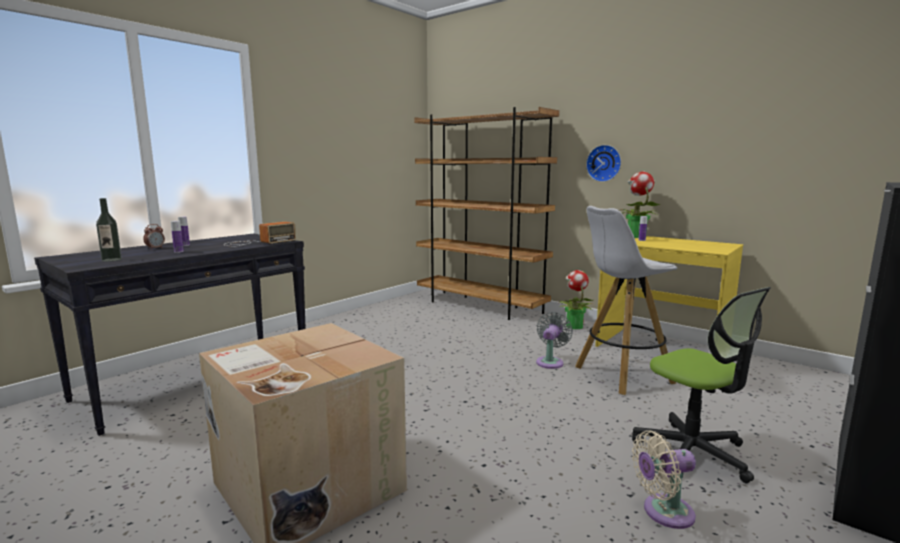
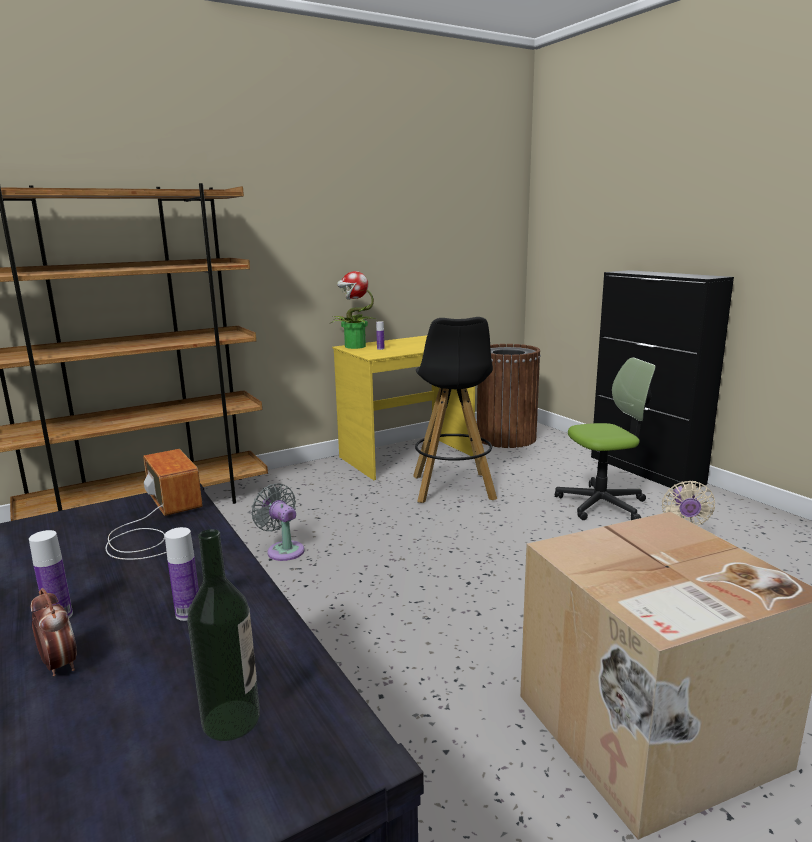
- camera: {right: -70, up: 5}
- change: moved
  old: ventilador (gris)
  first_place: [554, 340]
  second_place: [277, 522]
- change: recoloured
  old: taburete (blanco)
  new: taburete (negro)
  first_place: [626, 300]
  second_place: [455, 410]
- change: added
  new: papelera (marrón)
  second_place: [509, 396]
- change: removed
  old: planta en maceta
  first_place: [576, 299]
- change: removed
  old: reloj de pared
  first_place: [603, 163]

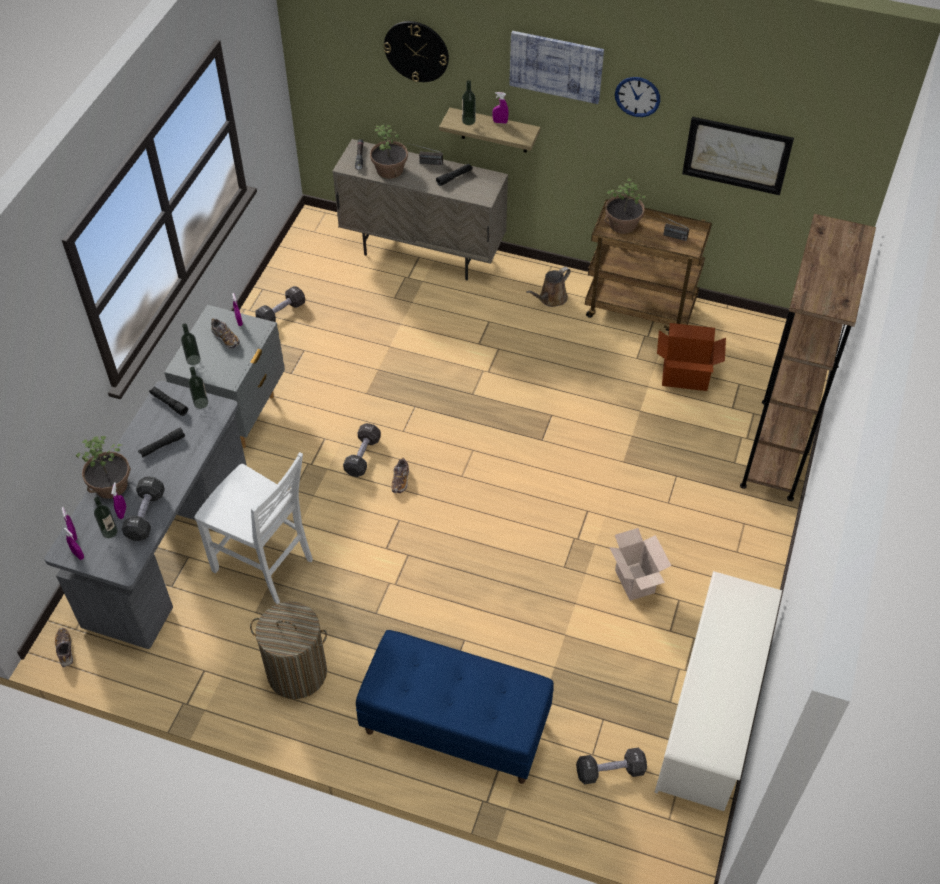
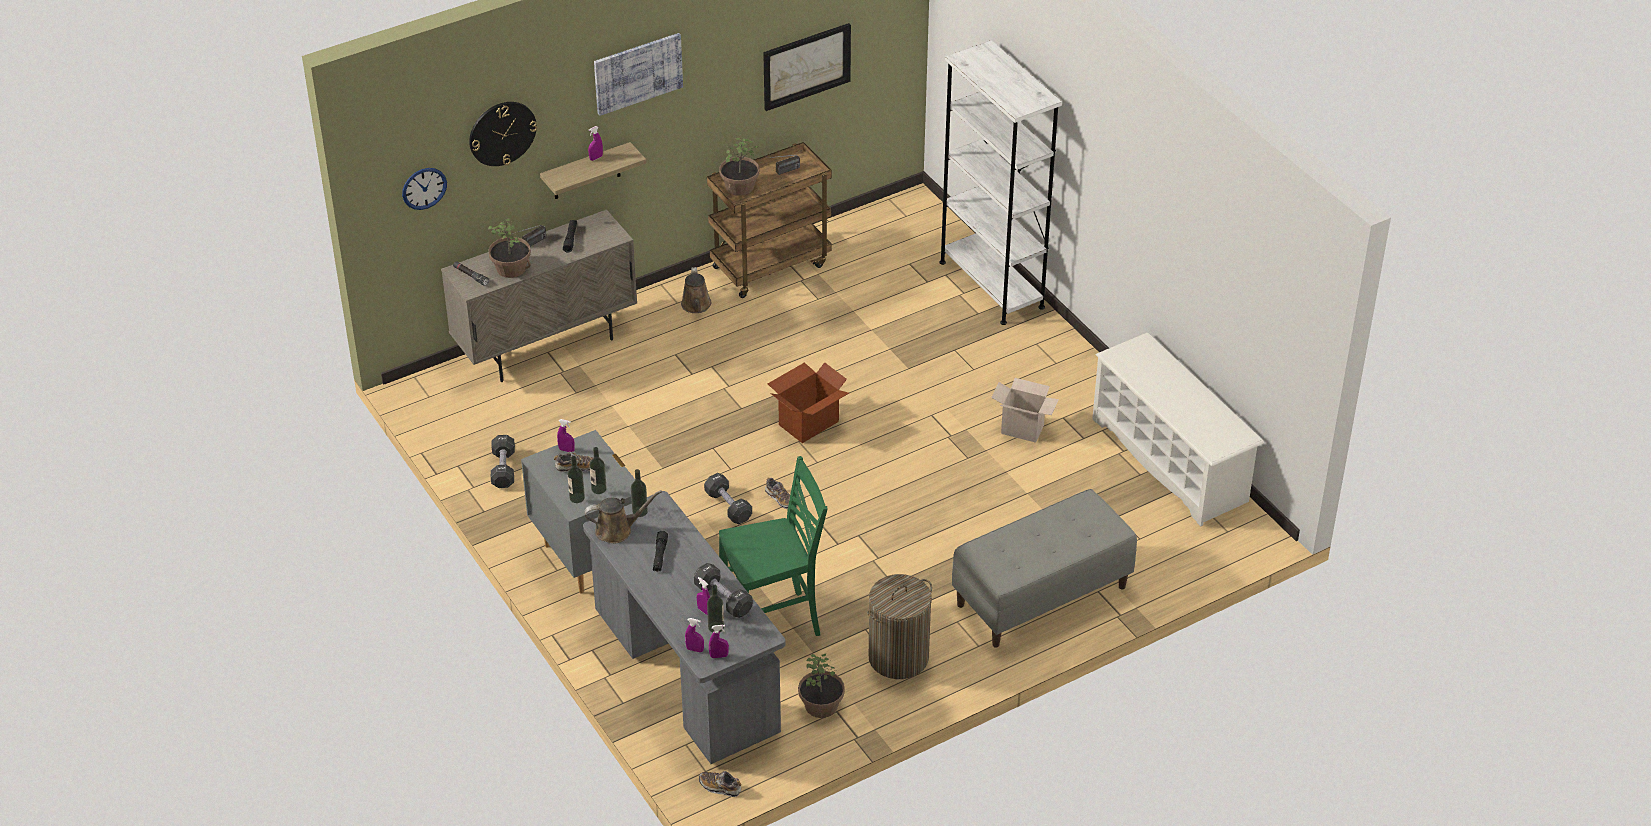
- camera: {right: -50, up: -10}
- change: moved
  old: reloj de pared
  first_place: [637, 97]
  second_place: [424, 189]
- change: replaced
  old: linterna (negro)
  new: regadera (marrón)
  first_place: [168, 401]
  second_place: [623, 516]
- change: moved
  old: botella
  first_place: [468, 102]
  second_place: [598, 470]
- change: recoloured
  old: silla (blanco)
  new: silla (verde)
  first_place: [253, 528]
  second_place: [773, 546]
- change: moved
  old: caja de cartón
  first_place: [691, 357]
  second_place: [808, 402]
- change: moved
  old: planta en maceta
  first_place: [103, 467]
  second_place: [821, 686]
- change: recoloured
  old: estantería (marrón)
  new: estantería (blanco)
  first_place: [808, 357]
  second_place: [1000, 182]
- change: recoloured
  old: banco (azul)
  new: banco (gris)
  first_place: [455, 707]
  second_place: [1044, 568]
- change: removed
  old: mancuerna (negro)
  first_place: [611, 766]

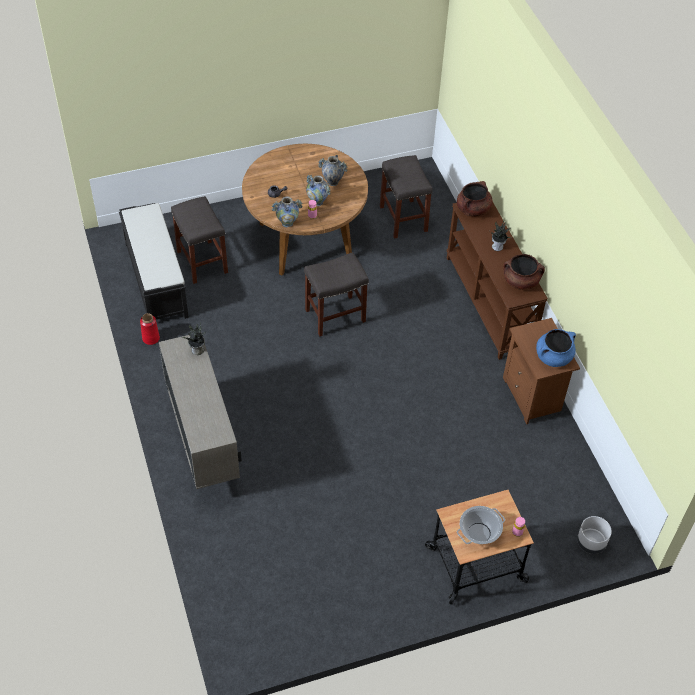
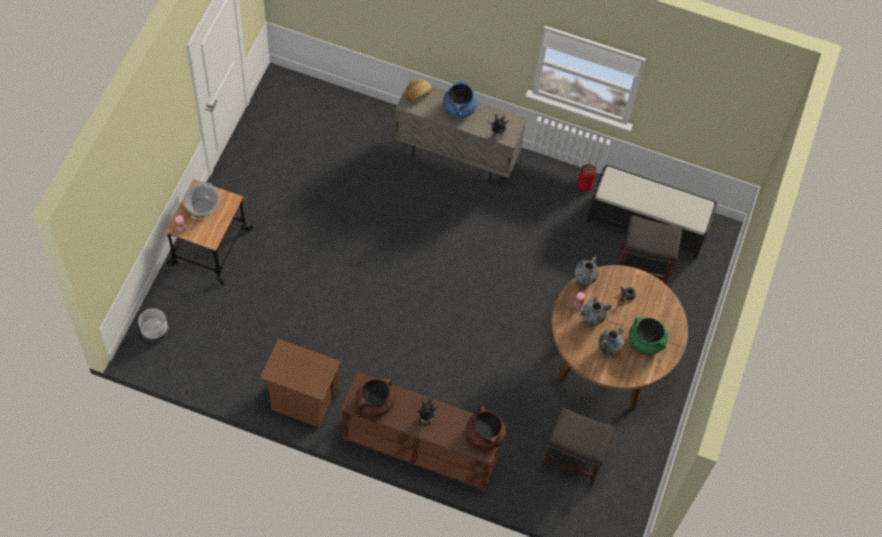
- camera: {right: 125, up: 10}
- change: added
  new: pan
  second_place: [419, 90]
- change: moved
  old: olla (azul)
  first_place: [556, 348]
  second_place: [460, 99]
- change: added
  new: olla (verde)
  second_place: [648, 336]
- change: removed
  old: taburete (gris)
  first_place: [336, 294]

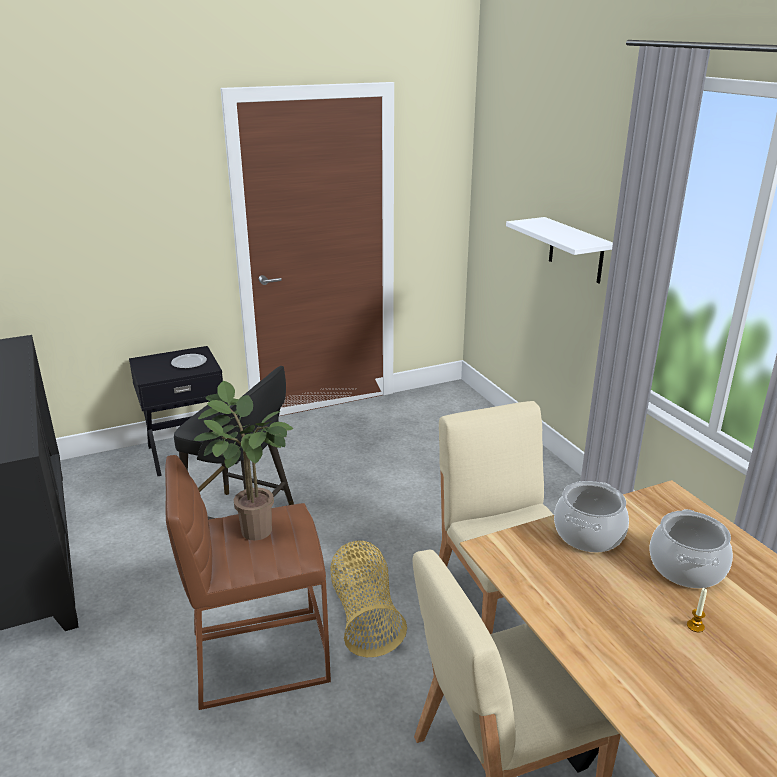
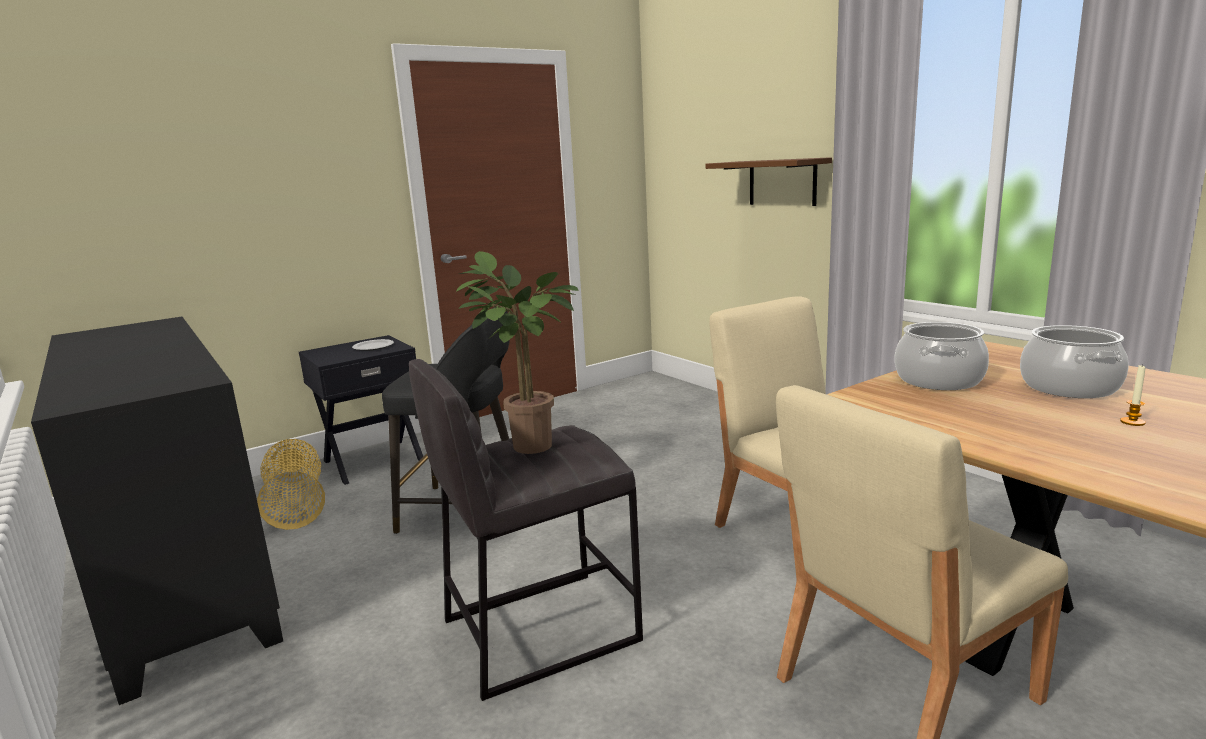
- camera: {right: -10, up: -10}
- change: moved
  old: cesta
  first_place: [368, 599]
  second_place: [291, 484]
- change: recoloured
  old: taburete (marrón)
  new: taburete (gris)
  first_place: [248, 582]
  second_place: [526, 530]
- change: recoloured
  old: estante (blanco)
  new: estante (marrón)
  first_place: [559, 250]
  second_place: [768, 181]

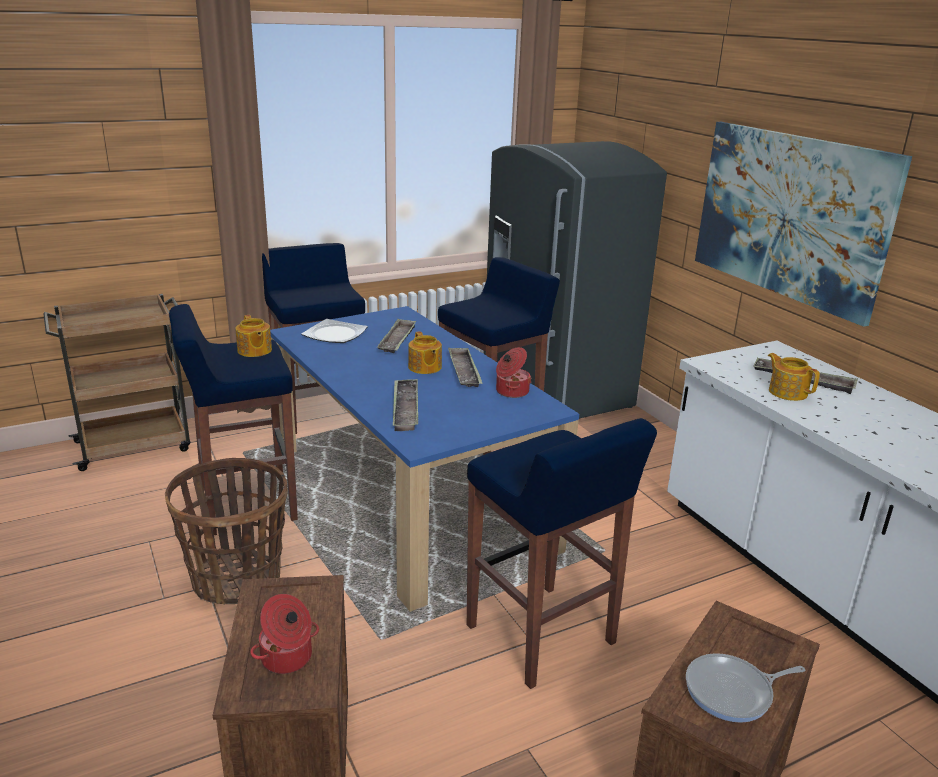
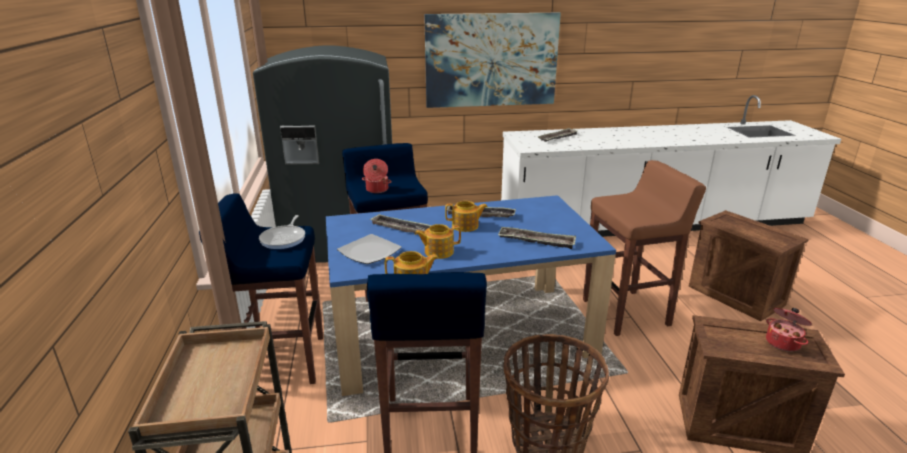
- camera: {right: -70, up: 0}
- change: moved
  old: sartén
  first_place: [745, 688]
  second_place: [282, 232]
- change: moved
  old: olla
  first_place: [514, 372]
  second_place: [377, 176]
- change: moved
  old: tetera
  first_place: [794, 377]
  second_place: [438, 241]
- change: recoloured
  old: taburete (azul)
  new: taburete (marrón)
  first_place: [562, 553]
  second_place: [644, 248]

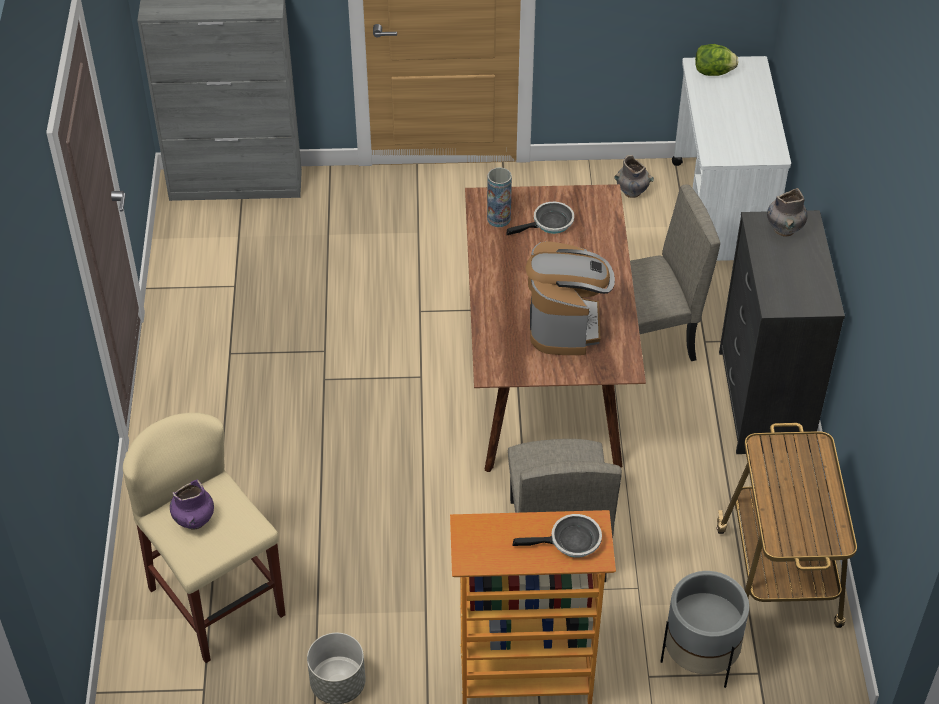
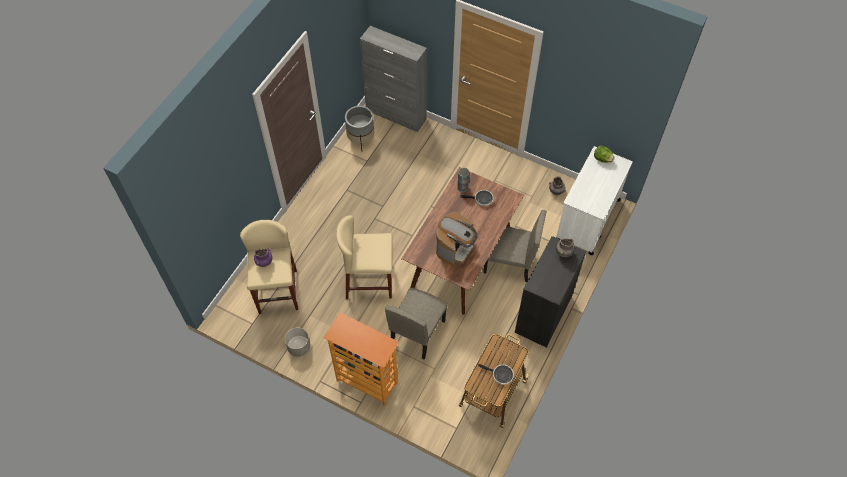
- camera: {right: 30, up: 10}
- change: added
  new: taburete (beis)
  second_place: [364, 257]
- change: moved
  old: maceta (gris)
  first_place: [705, 629]
  second_place: [359, 128]
- change: moved
  old: sartén
  first_place: [557, 536]
  second_place: [496, 374]

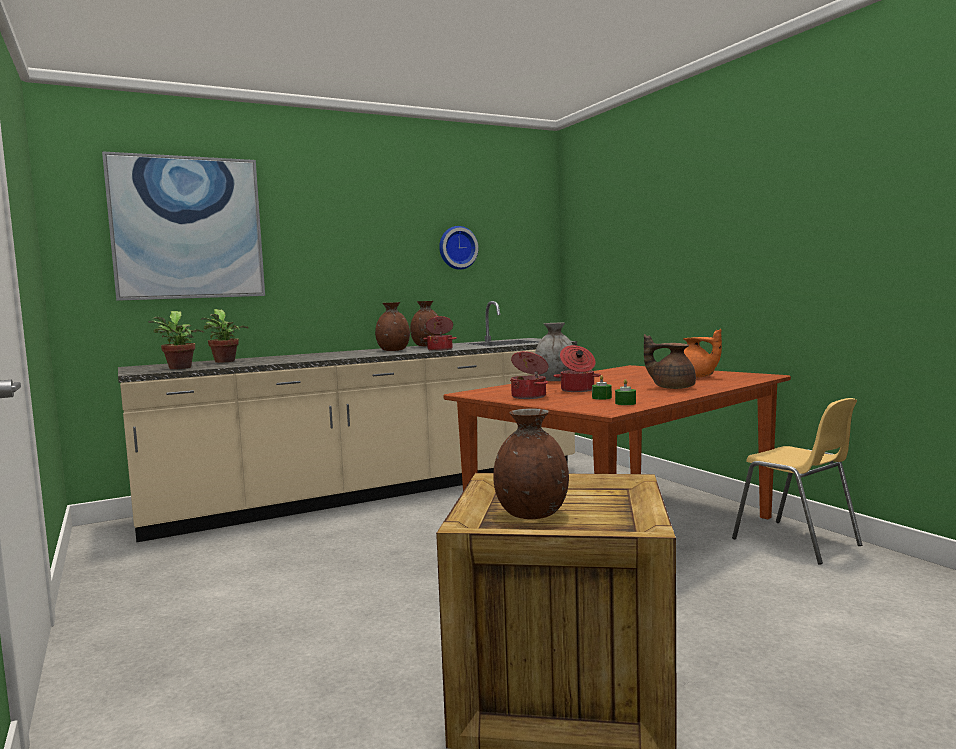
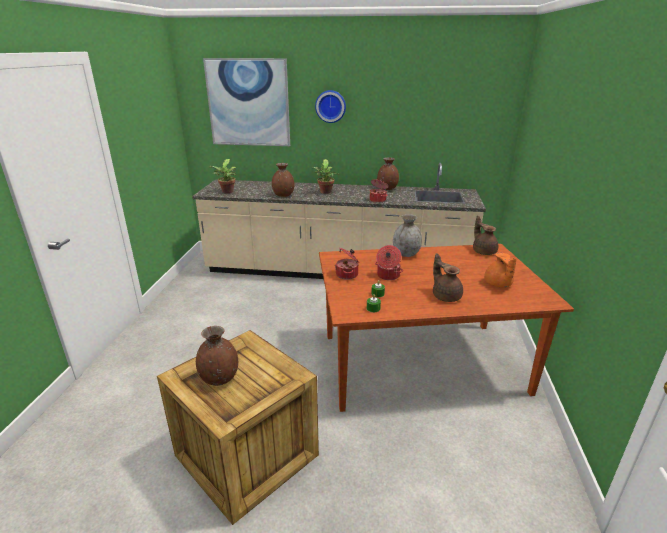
- camera: {right: 35, up: 20}
- change: moved
  old: florero (marrón)
  first_place: [392, 326]
  second_place: [283, 180]
- change: moved
  old: planta en maceta
  first_place: [225, 336]
  second_place: [326, 176]
- change: moved
  old: reloj de pared
  first_place: [458, 248]
  second_place: [330, 106]
- change: added
  new: tetera (marrón)
  second_place: [485, 235]
- change: removed
  old: silla (amarillo)
  first_place: [797, 481]

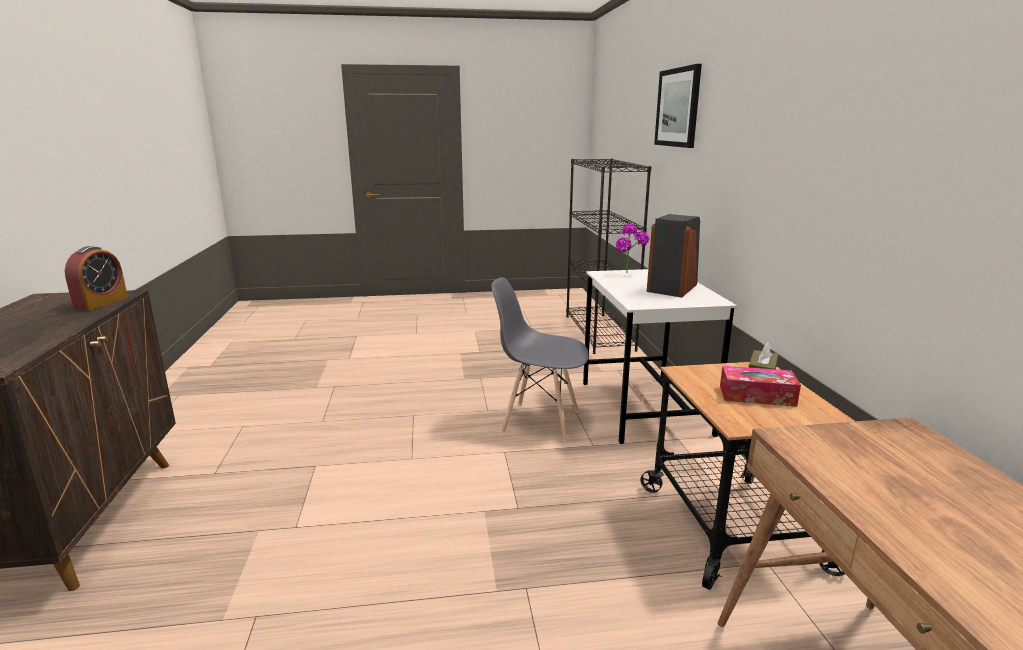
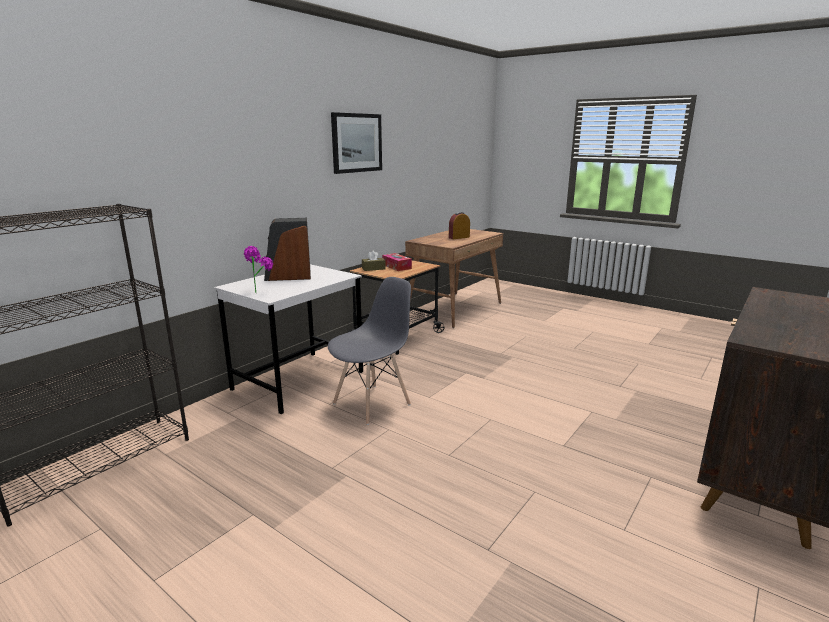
- camera: {right: -135, up: 0}
- change: turned
  old: silla (gris)
  first_place: [540, 359]
  second_place: [369, 351]
  degrees: -105
- change: moved
  old: cuadro
  first_place: [678, 106]
  second_place: [356, 143]
- change: moved
  old: despertador
  first_place: [96, 278]
  second_place: [459, 225]

